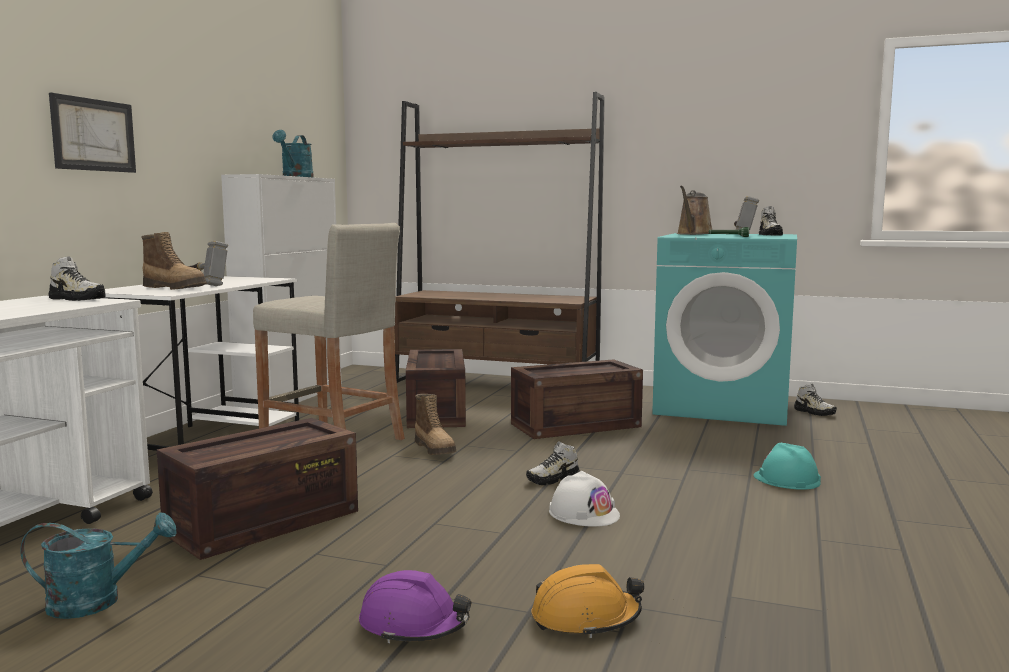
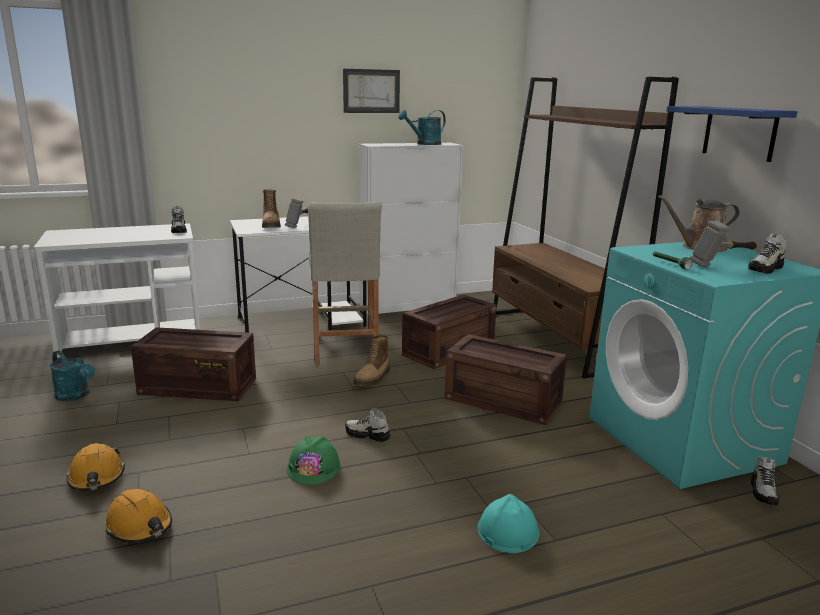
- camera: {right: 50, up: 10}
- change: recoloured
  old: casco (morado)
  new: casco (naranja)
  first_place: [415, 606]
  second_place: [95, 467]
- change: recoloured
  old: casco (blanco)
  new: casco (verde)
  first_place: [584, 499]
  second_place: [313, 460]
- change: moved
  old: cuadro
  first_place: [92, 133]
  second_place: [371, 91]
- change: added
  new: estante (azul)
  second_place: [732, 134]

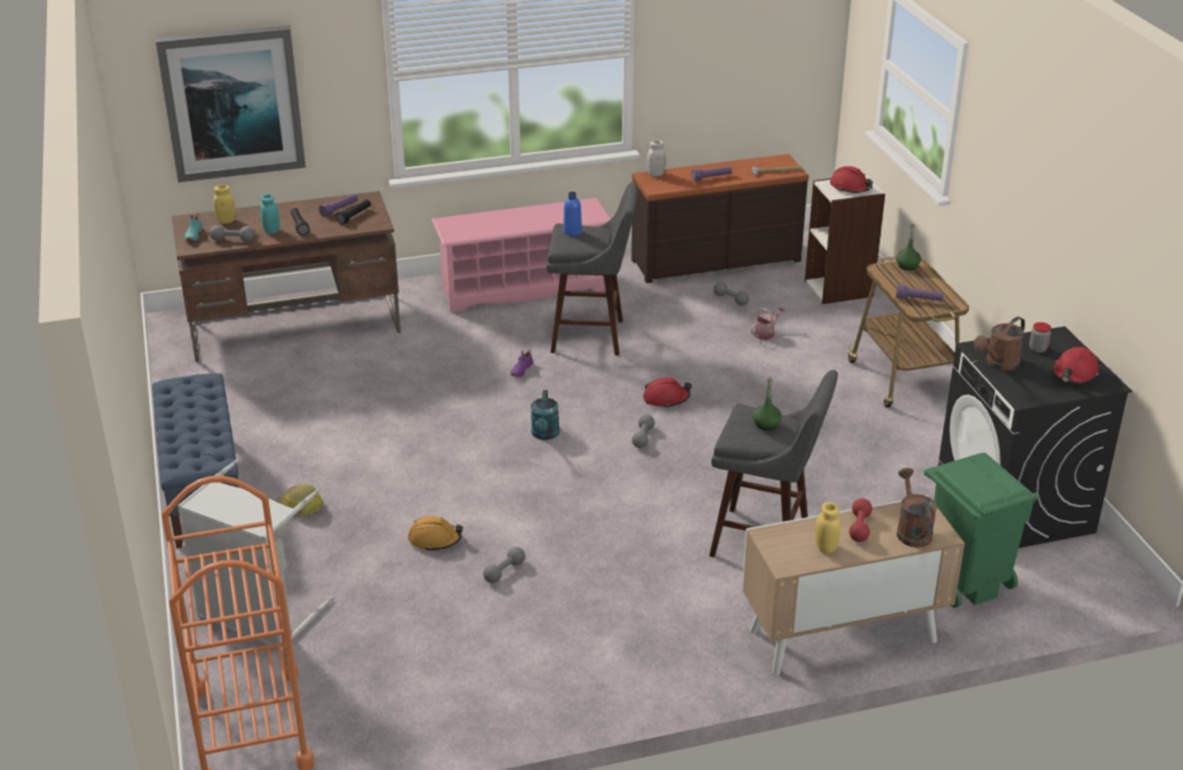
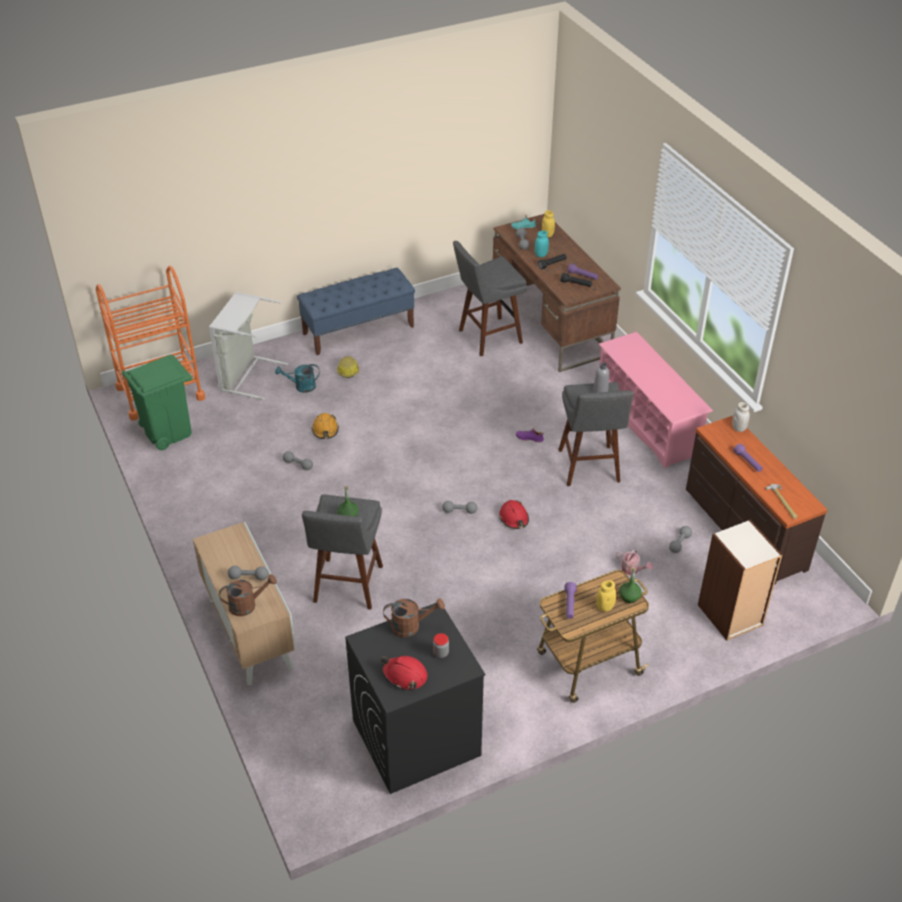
- camera: {right: 80, up: 10}
- change: moved
  old: papelera (verde)
  first_place: [981, 530]
  second_place: [157, 402]
- change: recoloured
  old: mancuerna (rojo)
  new: mancuerna (gris)
  first_place: [860, 520]
  second_place: [248, 573]
- change: moved
  old: regadera (turquesa)
  first_place: [545, 415]
  second_place: [297, 378]
- change: turned
  old: regadera (marrón)
  first_place: [999, 344]
  second_place: [414, 617]
  degrees: 135
- change: added
  new: taburete (gris)
  second_place: [490, 298]
- change: recoloured
  old: botella (azul)
  new: botella (gris)
  first_place: [572, 214]
  second_place: [601, 377]
- change: moved
  old: tarro (amarillo)
  first_place: [827, 528]
  second_place: [606, 596]
- change: removed
  old: cuadro
  first_place: [230, 103]
- change: removed
  old: casco (rojo)
  first_place: [851, 179]

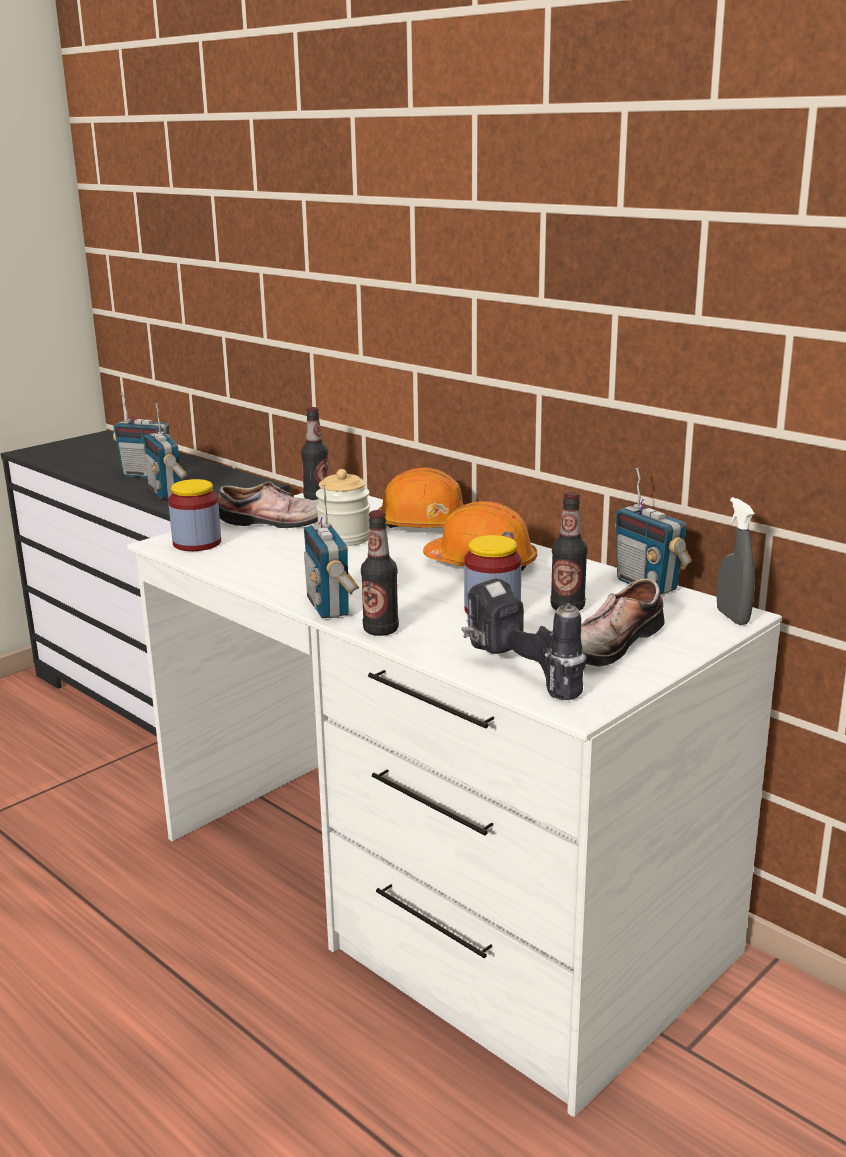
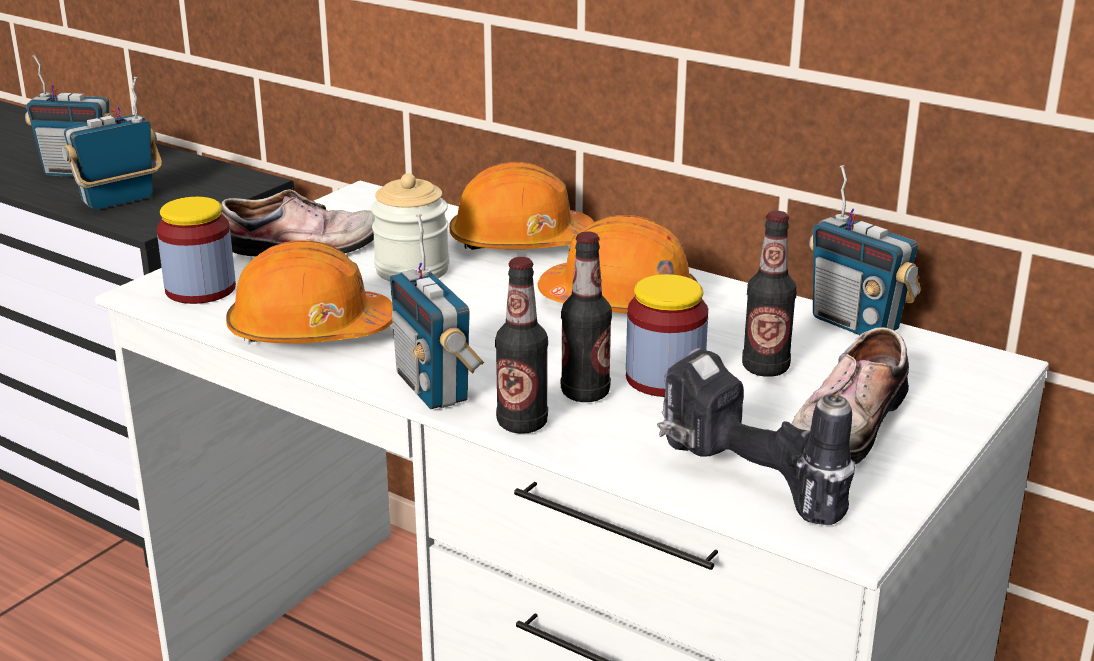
- camera: {right: -10, up: 5}
- change: turned
  old: radio
  first_place: [166, 451]
  second_place: [112, 143]
  degrees: 90
- change: added
  new: casco (naranja)
  second_place: [309, 291]
- change: moved
  old: botella
  first_place: [315, 453]
  second_place: [586, 316]
- change: removed
  old: pulverizador (gris)
  first_place: [736, 561]

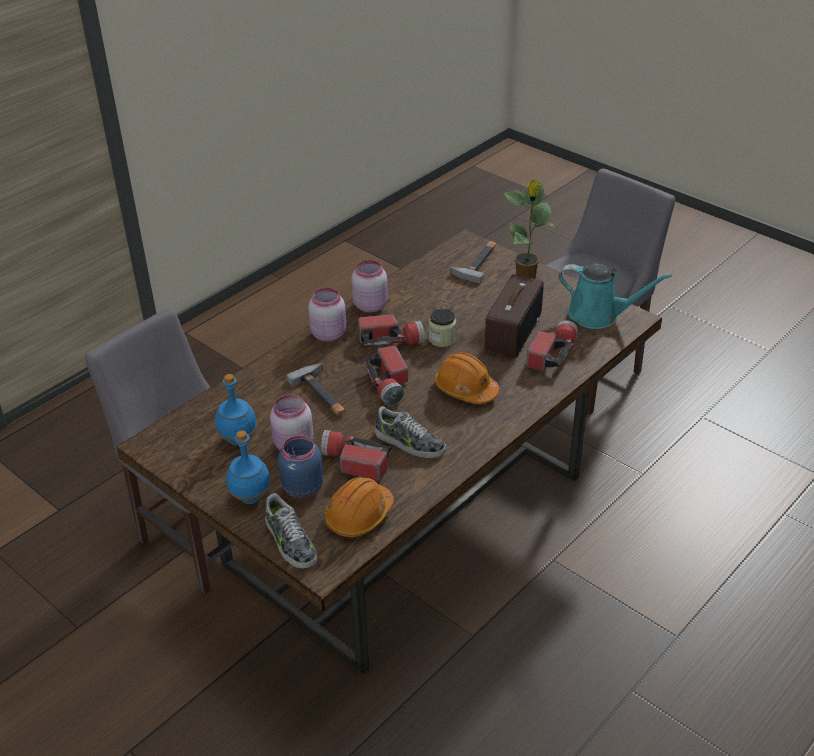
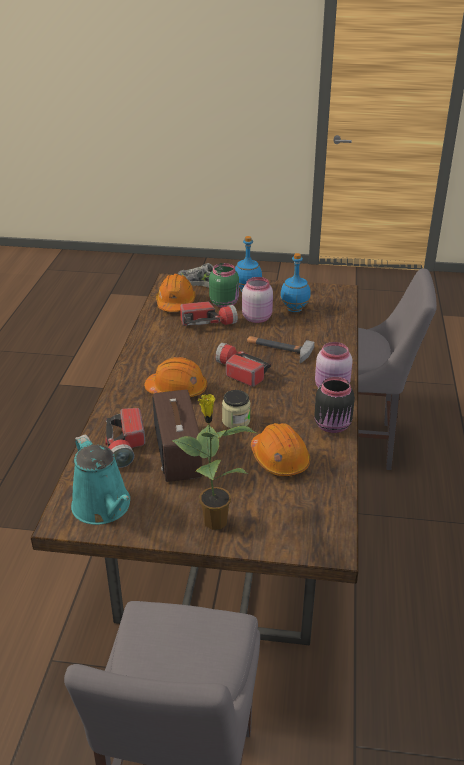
- camera: {right: 145, up: -5}
- change: turned
  old: regadera (turquesa)
  first_place: [615, 296]
  second_place: [100, 479]
  degrees: -105
- change: recoloured
  old: tarro (azul)
  new: tarro (verde)
  first_place: [300, 467]
  second_place: [224, 285]
- change: added
  new: casco (naranja)
  second_place: [280, 450]
- change: recoloured
  old: tarro (rosa)
  new: tarro (negro)
  first_place: [370, 286]
  second_place: [334, 405]
- change: removed
  old: linterna
  first_place: [391, 330]
- change: removed
  old: zapato
  first_place: [410, 432]
- change: removed
  old: martillo
  first_place: [473, 262]

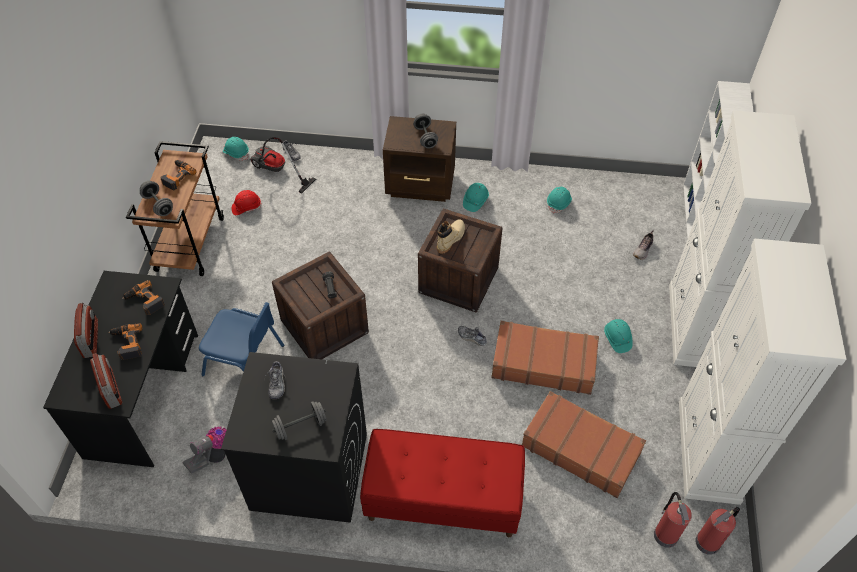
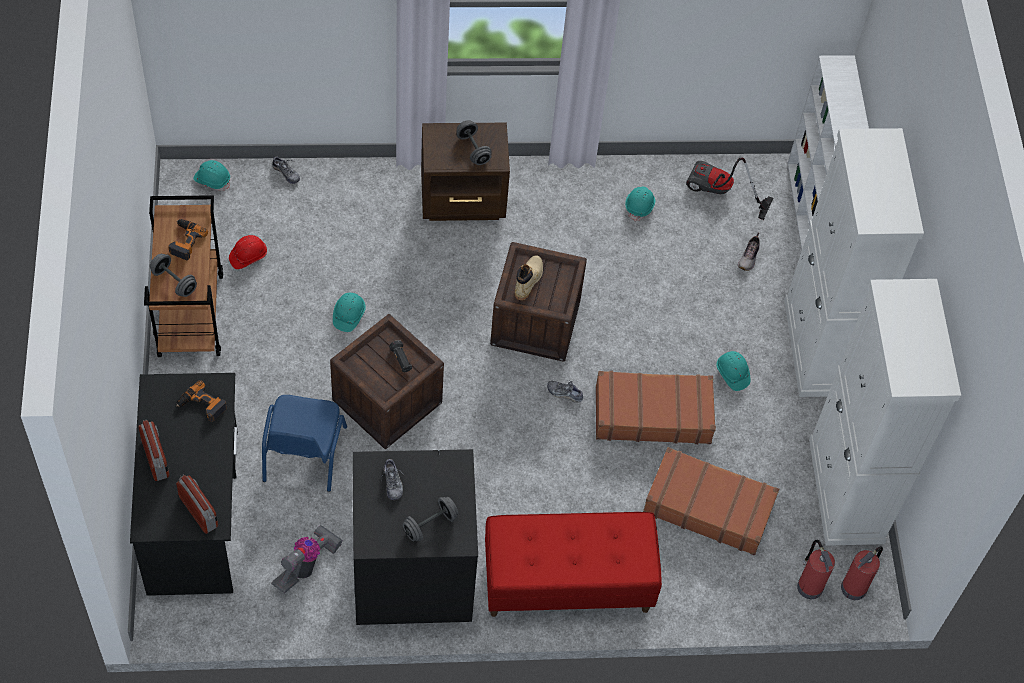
- camera: {right: -15, up: 5}
- change: turned
  old: silla (azul)
  first_place: [241, 339]
  second_place: [304, 443]
  degrees: 90
- change: moved
  old: casco (turquesa)
  first_place: [476, 197]
  second_place: [349, 312]
- change: moved
  old: aspiradora
  first_place: [283, 165]
  second_place: [730, 188]
- change: removed
  old: taladro
  first_place: [125, 341]

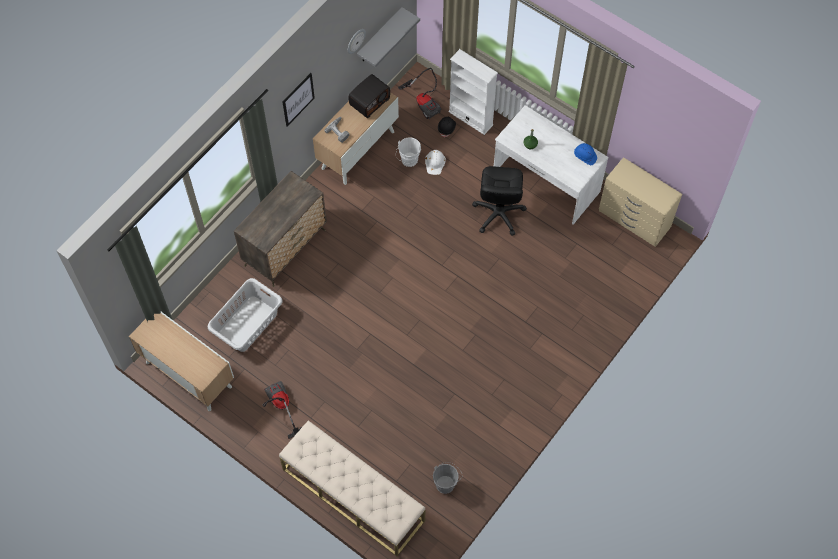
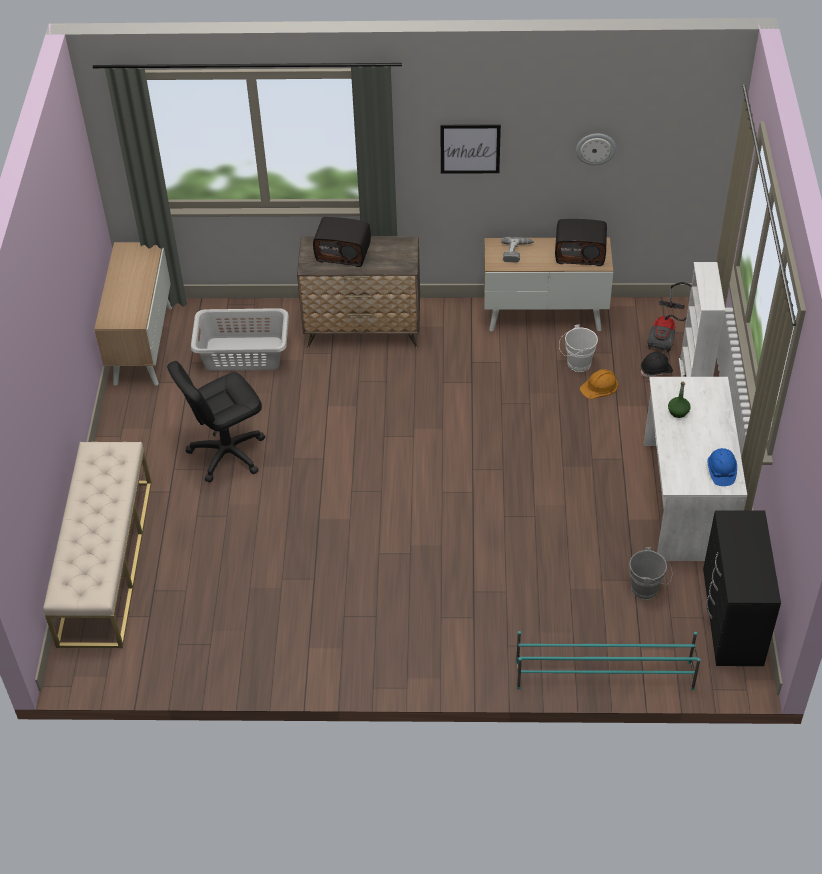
- camera: {right: 55, up: -15}
- change: moved
  old: silla de oficina (negro)
  first_place: [499, 201]
  second_place: [216, 421]
- change: added
  new: radio
  second_place: [342, 242]
- change: added
  new: zapatero (turquesa)
  second_place: [608, 660]
- change: recoloured
  old: casco (blanco)
  new: casco (naranja)
  first_place: [435, 162]
  second_place: [598, 384]
- change: moved
  old: cubo (gris)
  first_place: [448, 478]
  second_place: [650, 573]
- change: recoloured
  old: cómoda (beis)
  new: cómoda (negro)
  first_place: [640, 202]
  second_place: [742, 588]
- change: removed
  old: aspiradora
  first_place: [282, 410]
- change: removed
  old: estante (gris)
  first_place: [388, 37]

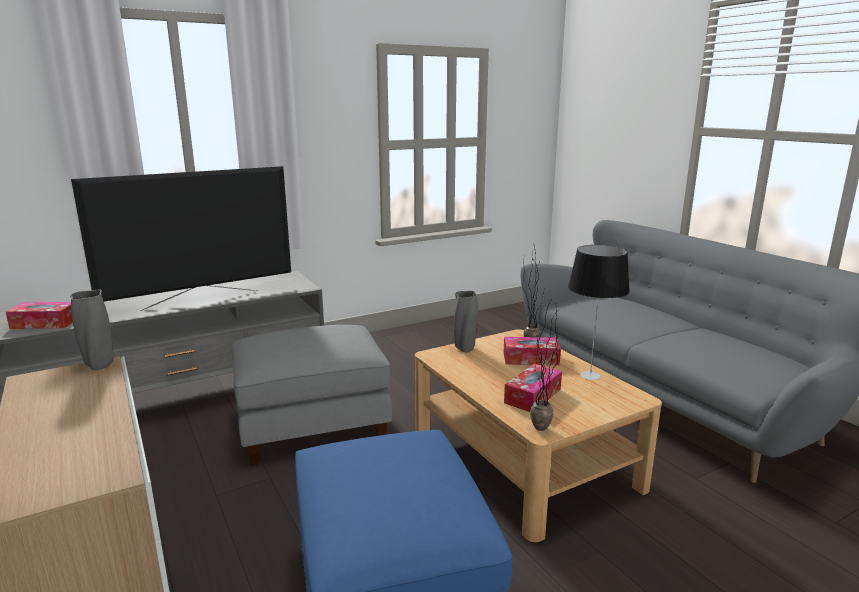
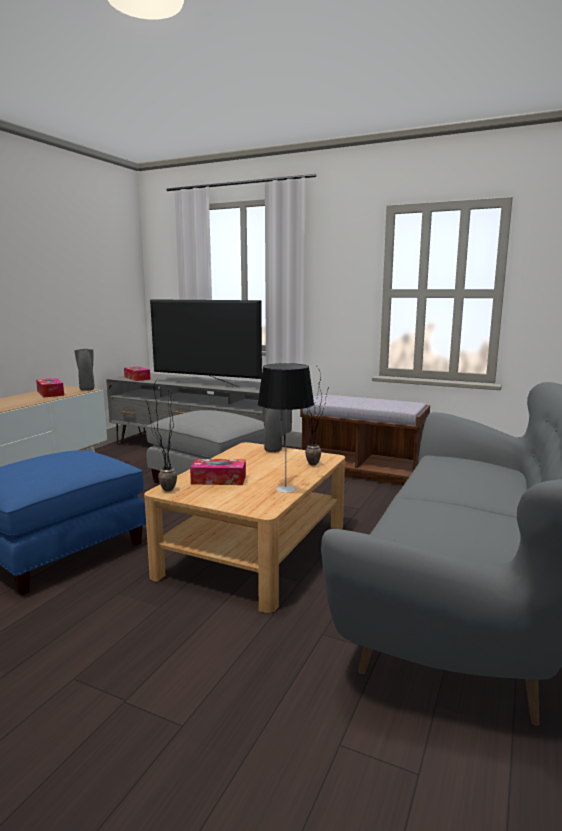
- camera: {right: 55, up: -5}
- change: moved
  old: caja de pañuelos
  first_place: [532, 351]
  second_place: [50, 388]
- change: added
  new: banco (marrón)
  second_place: [365, 440]

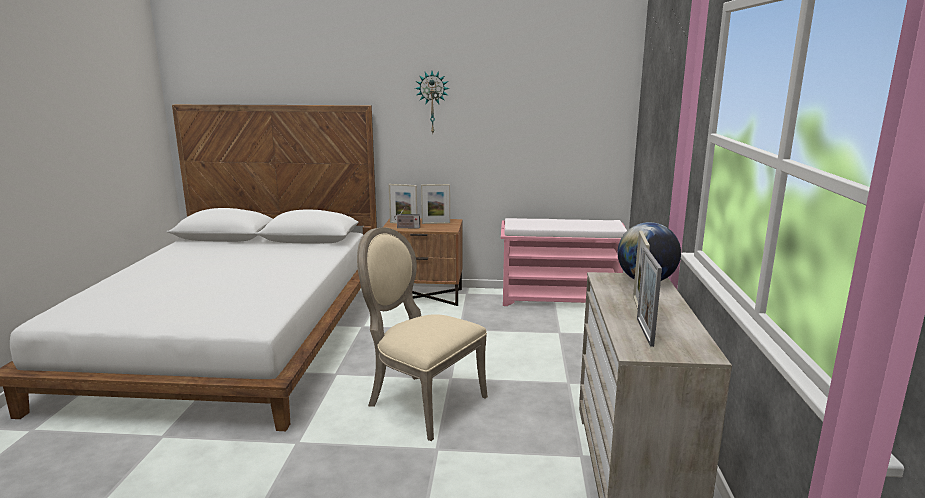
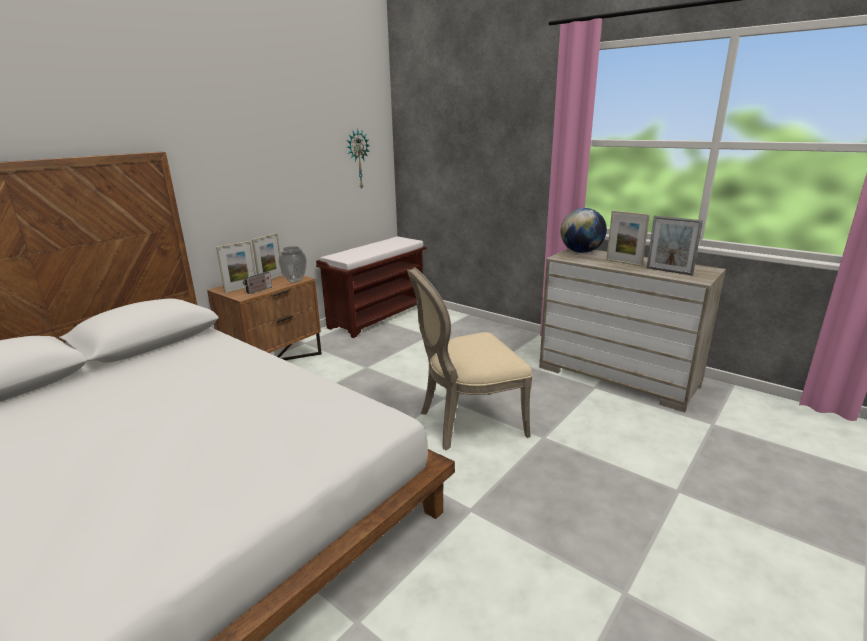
- camera: {right: -55, up: 5}
- change: added
  new: florero
  second_place: [292, 264]
- change: recoloured
  old: banco (rosa)
  new: banco (marrón)
  first_place: [564, 262]
  second_place: [371, 287]
- change: moved
  old: reloj de pared
  first_place: [432, 102]
  second_place: [358, 159]

